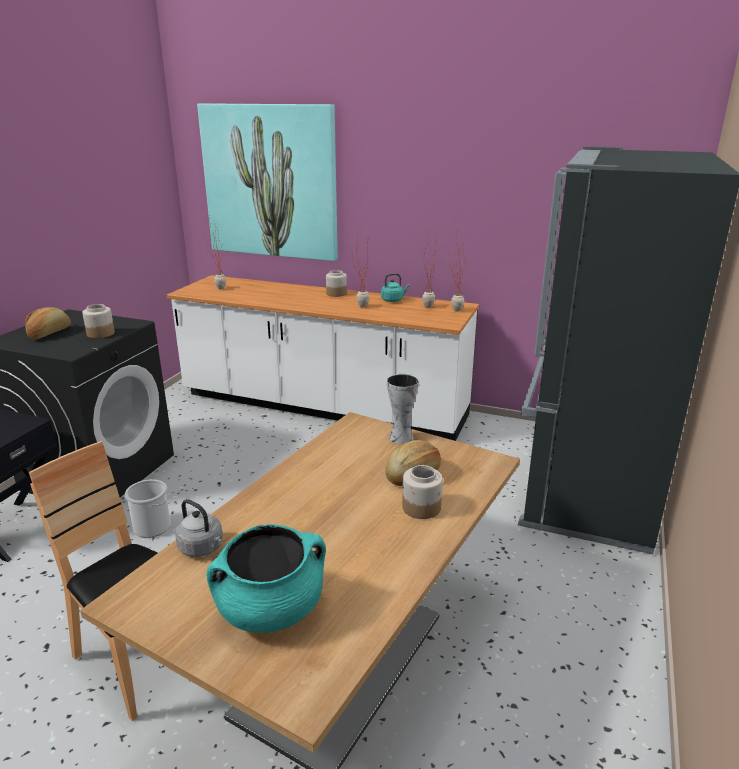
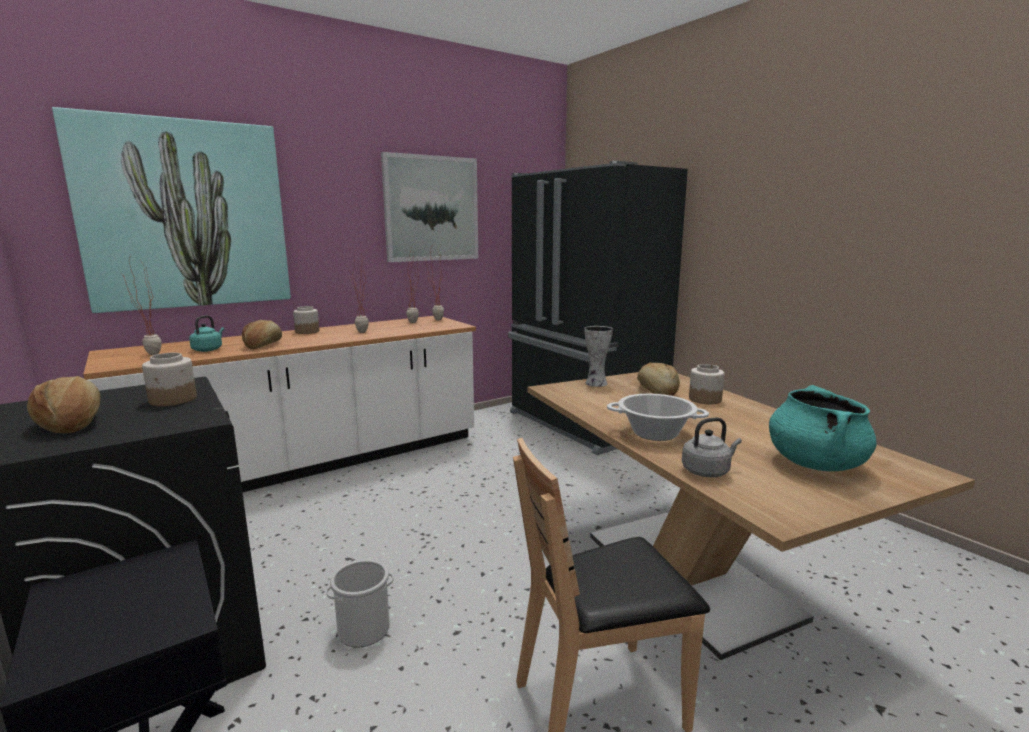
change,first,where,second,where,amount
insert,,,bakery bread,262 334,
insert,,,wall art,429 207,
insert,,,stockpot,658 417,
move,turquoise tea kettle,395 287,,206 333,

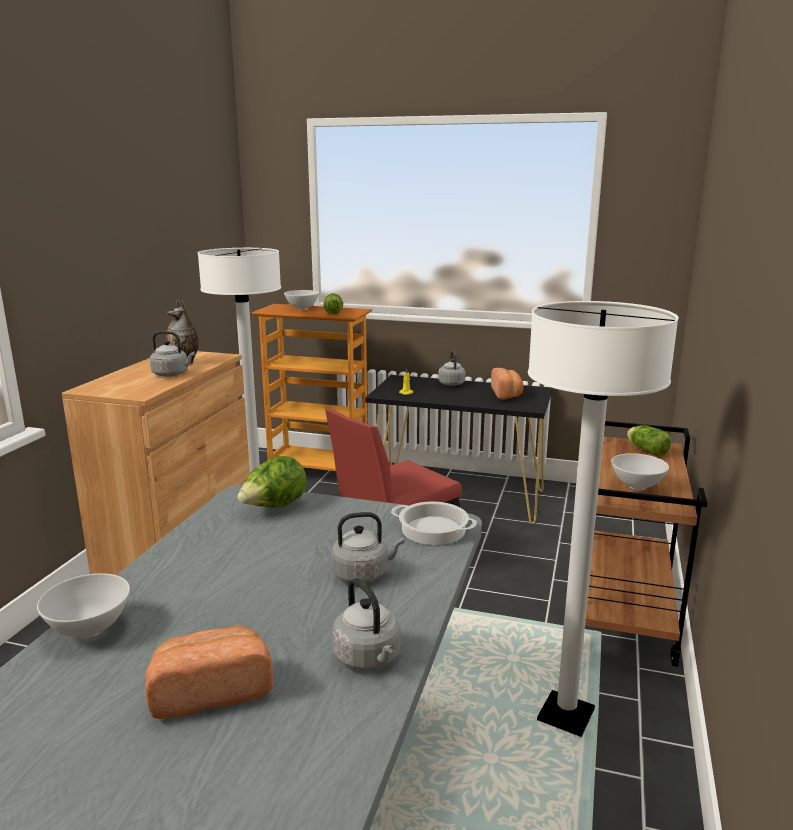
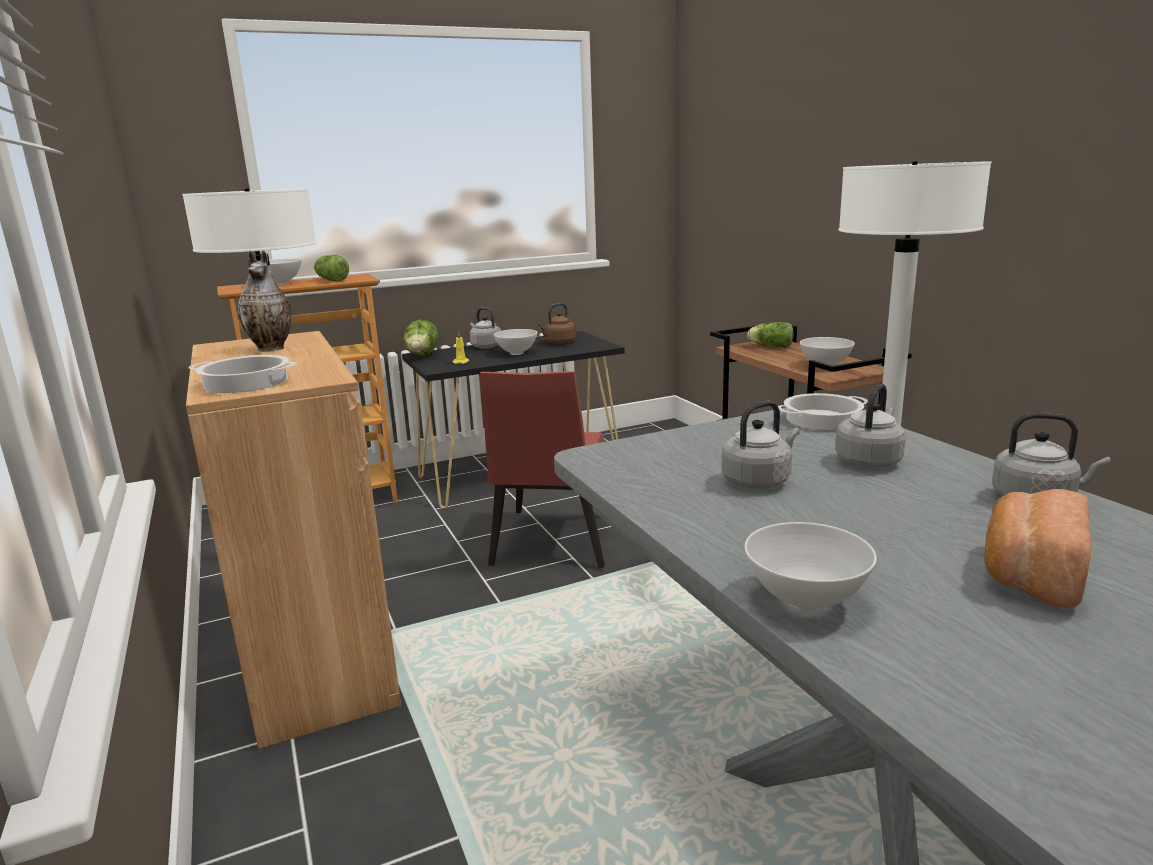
change,first,where,second,where,amount
insert,,,stockpot,242 374,
insert,,,white deep dish,516 342,
move,greyish tea kettle,172 354,,761 445,
move,lettuce,272 481,,420 337,
replace,bakery bread,507 383,brown tea kettle,557 323,

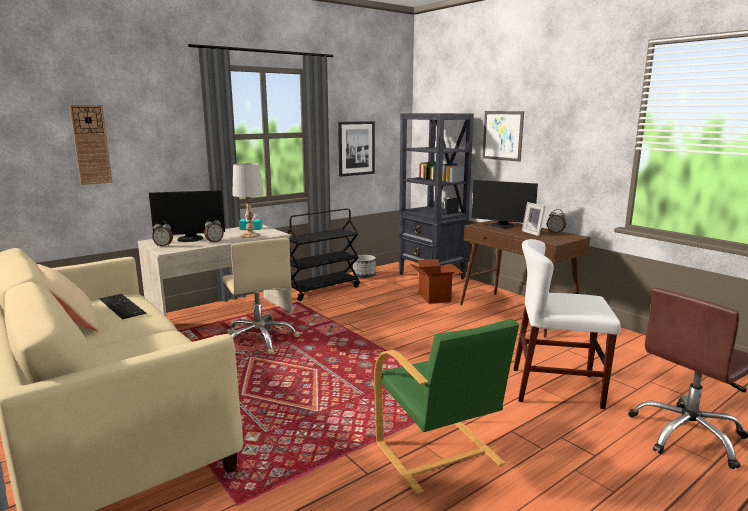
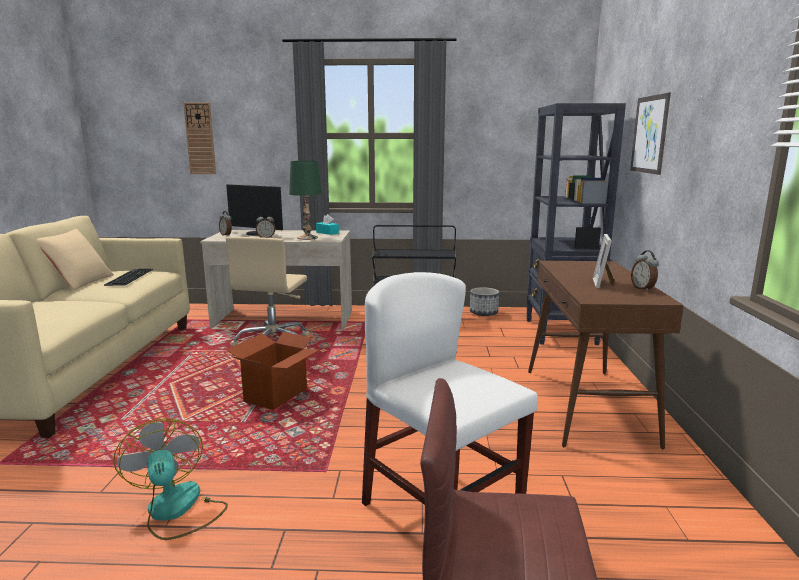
change,first,where,second,where,amount
delete,wall art,356 149,,,
delete,computer screen,505 204,,,
move,cardboard box,436 281,,273 371,
replace,green easy chair,446 406,fan,170 479,
recolor,white lamp for a table,247 200,green lamp for a table,305 200,

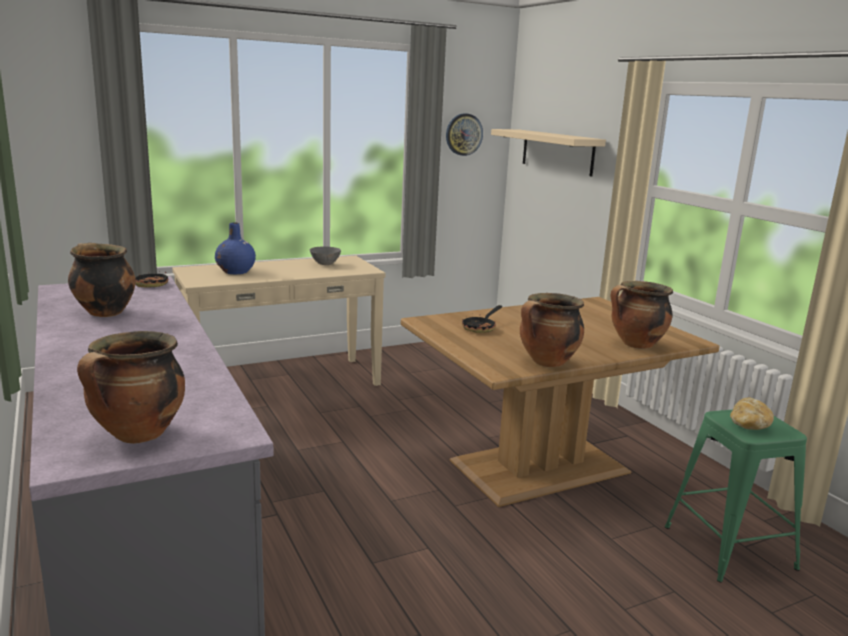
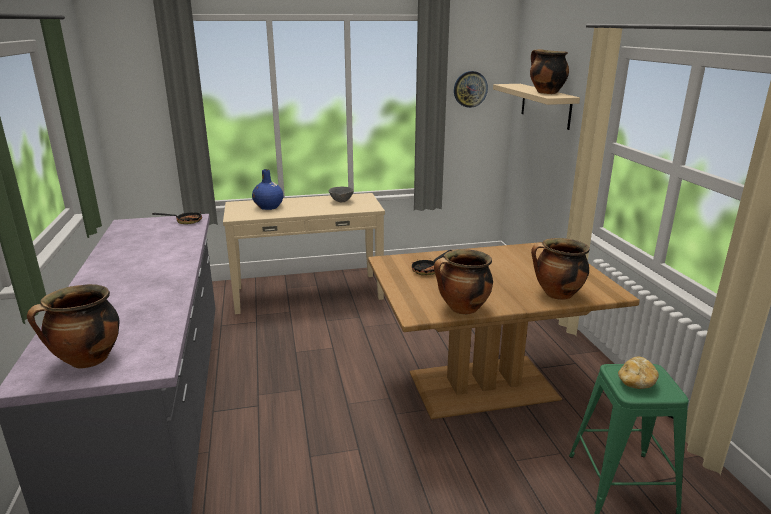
change,first,where,second,where,amount
move,stockpot,102 280,,549 71,

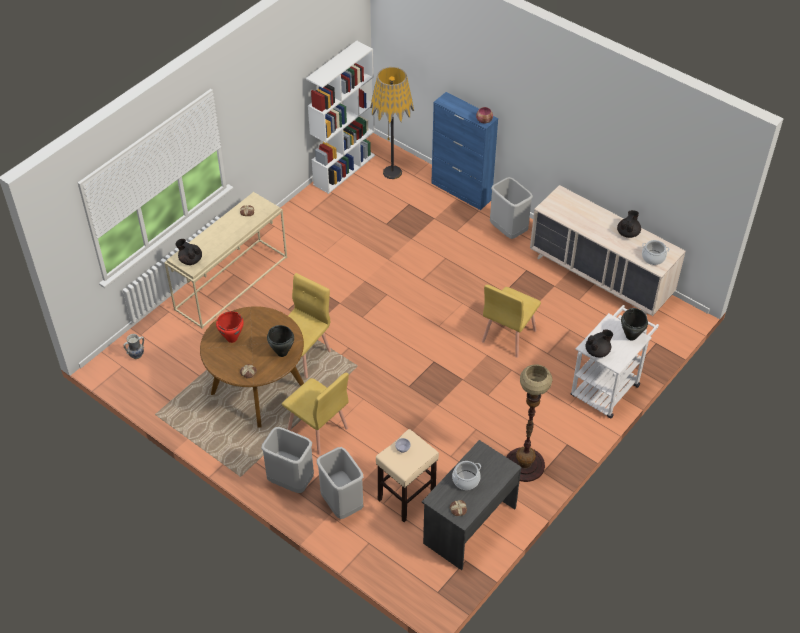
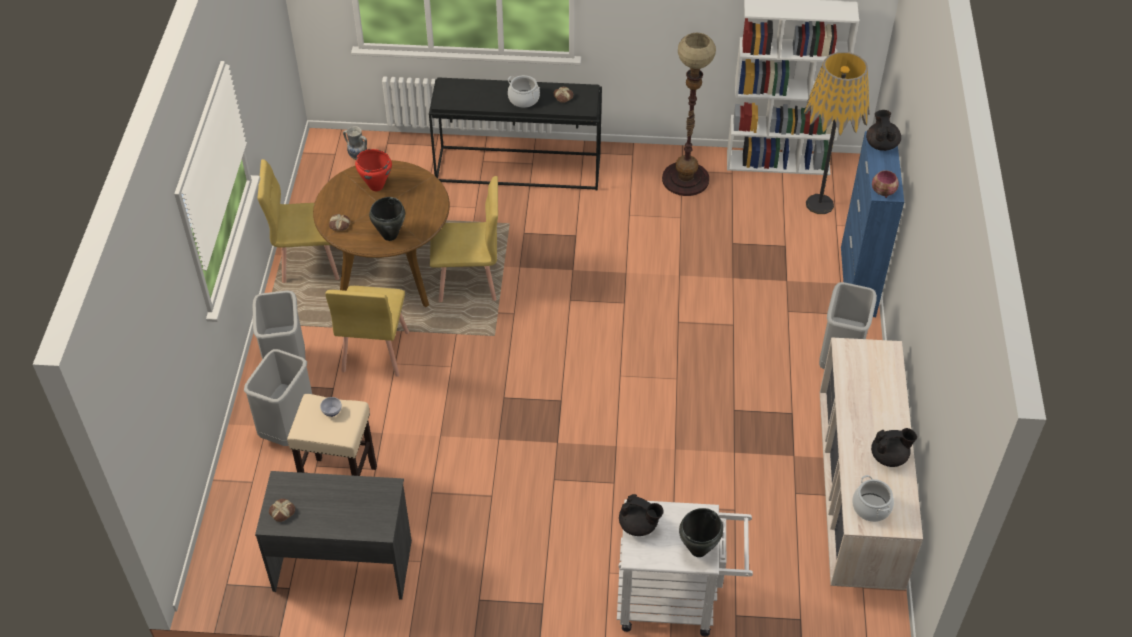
change,first,where,second,where,amount
move,black-coloured pot for tea,188 252,,883 130,
move,stockpot,466 475,,524 91,
move,yellow chair,511 321,,299 221,
move,floor lamp,529 423,,689 114,
recolor,beige-coloured narrow table,225 260,black-coloured narrow table,515 134,

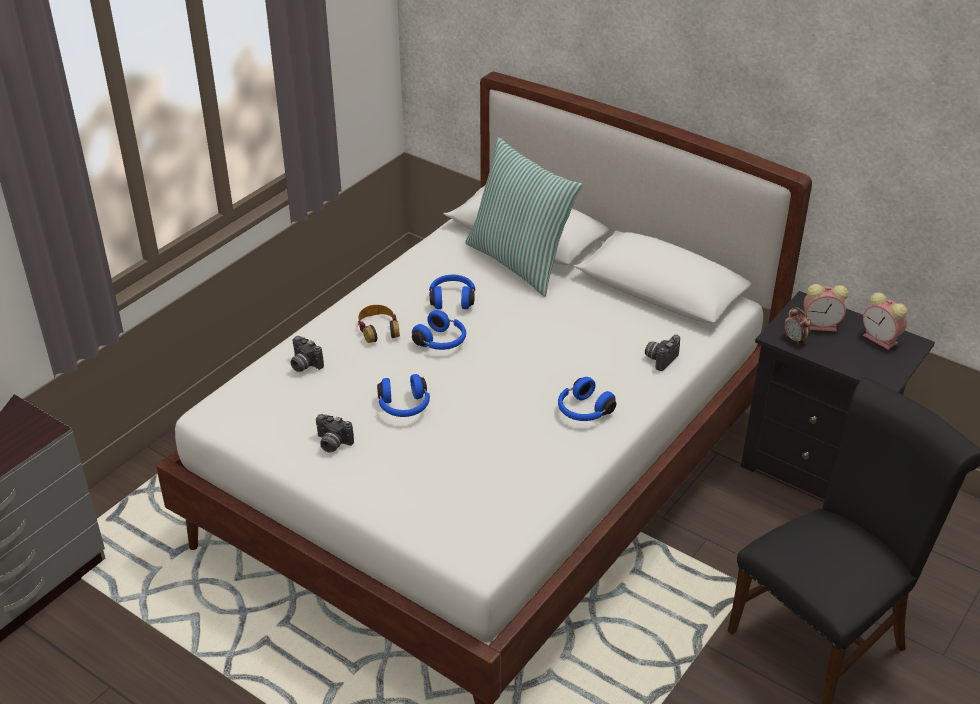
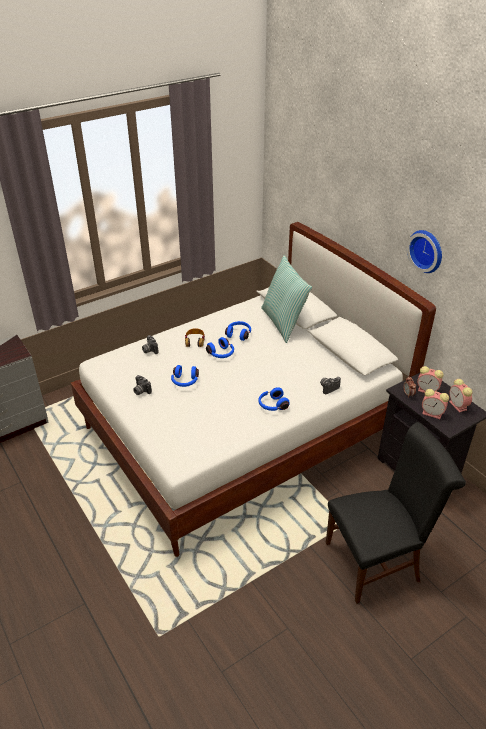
change,first,where,second,where,amount
insert,,,clock on the wall,424 251,
insert,,,bedside clock,435 404,

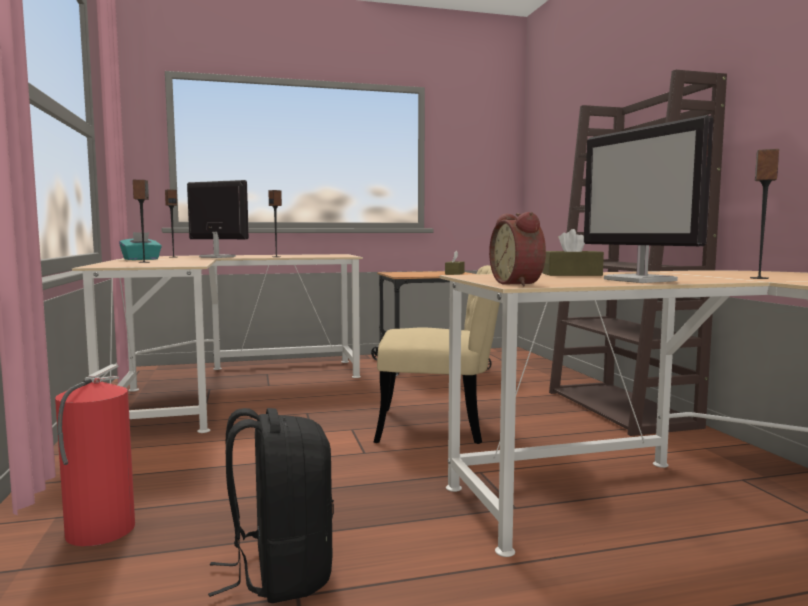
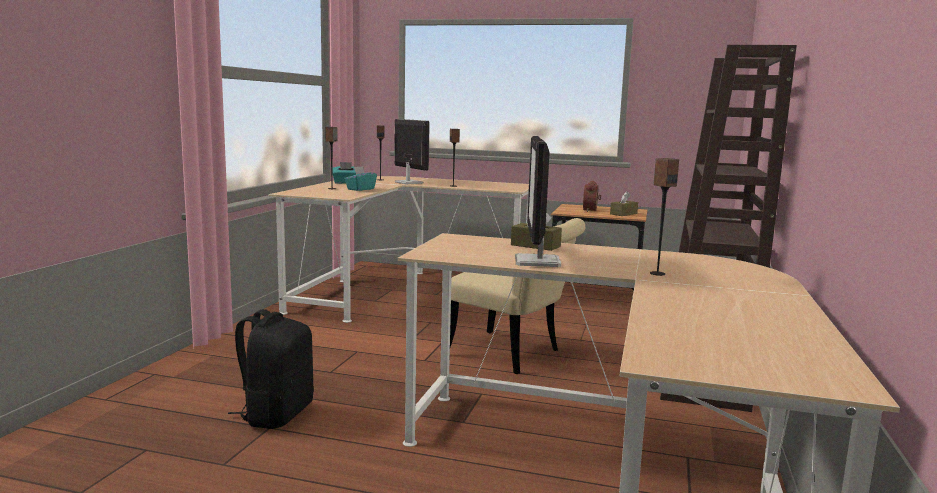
change,first,where,second,where,amount
delete,fire-fighting cylinder,95 455,,,
insert,,,turquoise box of tissues,360 178,
move,bedside clock,517 249,,592 196,

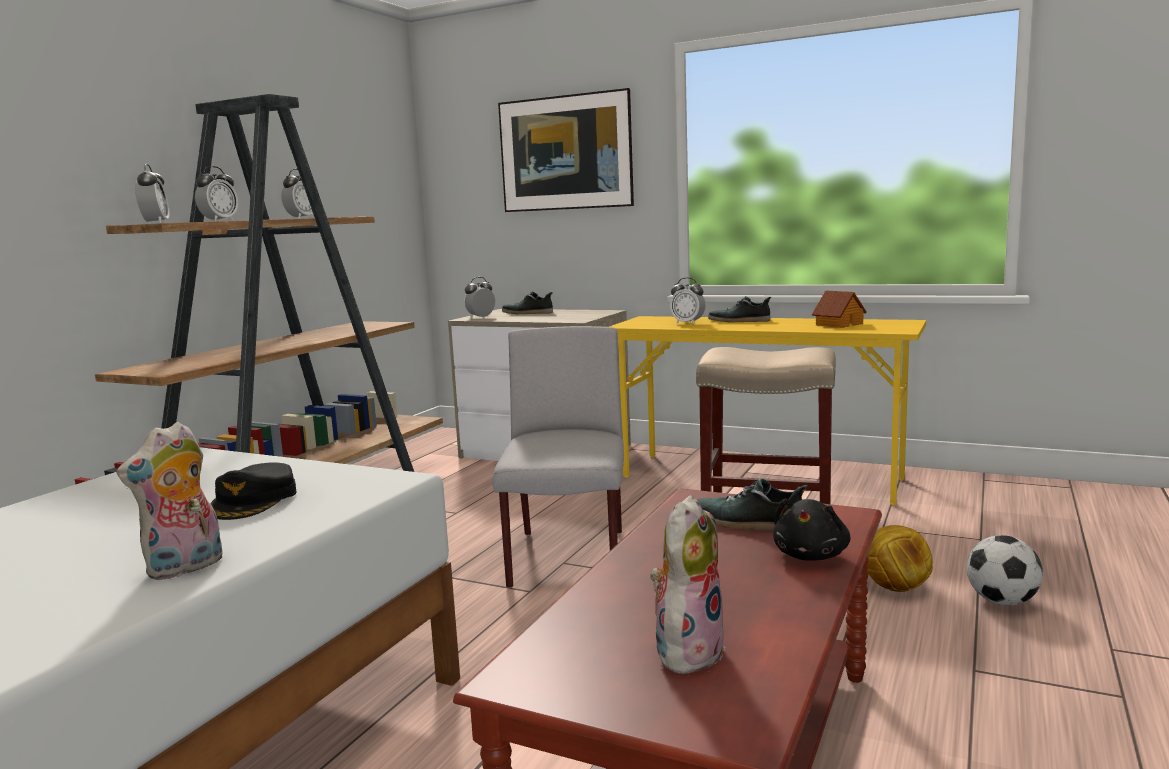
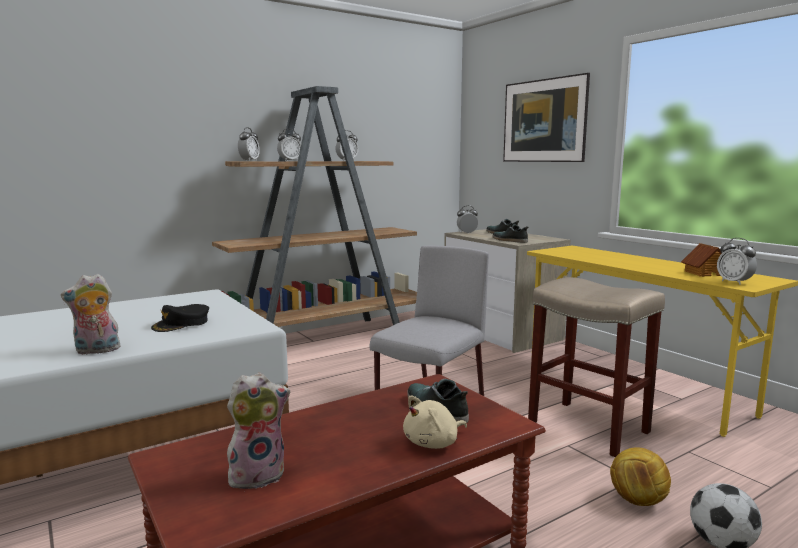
change,first,where,second,where,amount
move,bedside clock,688 300,,737 261,
move,item of footwear,739 309,,511 233,
recolor,black-coloured cuddly toy,812 530,beige-coloured cuddly toy,435 422,

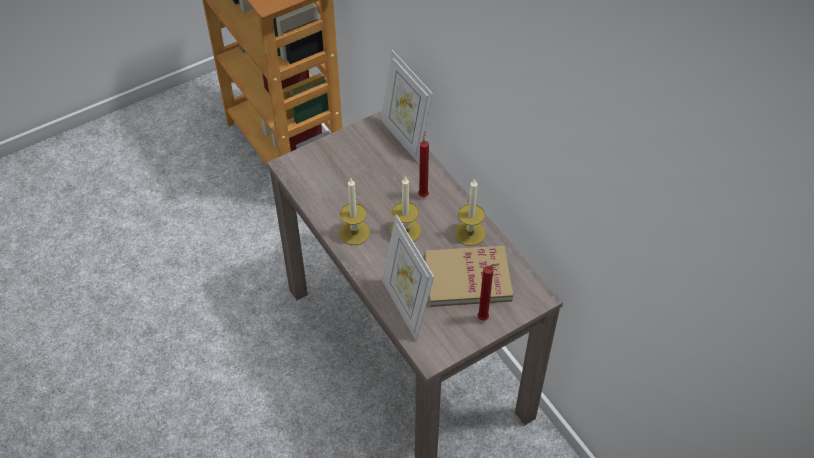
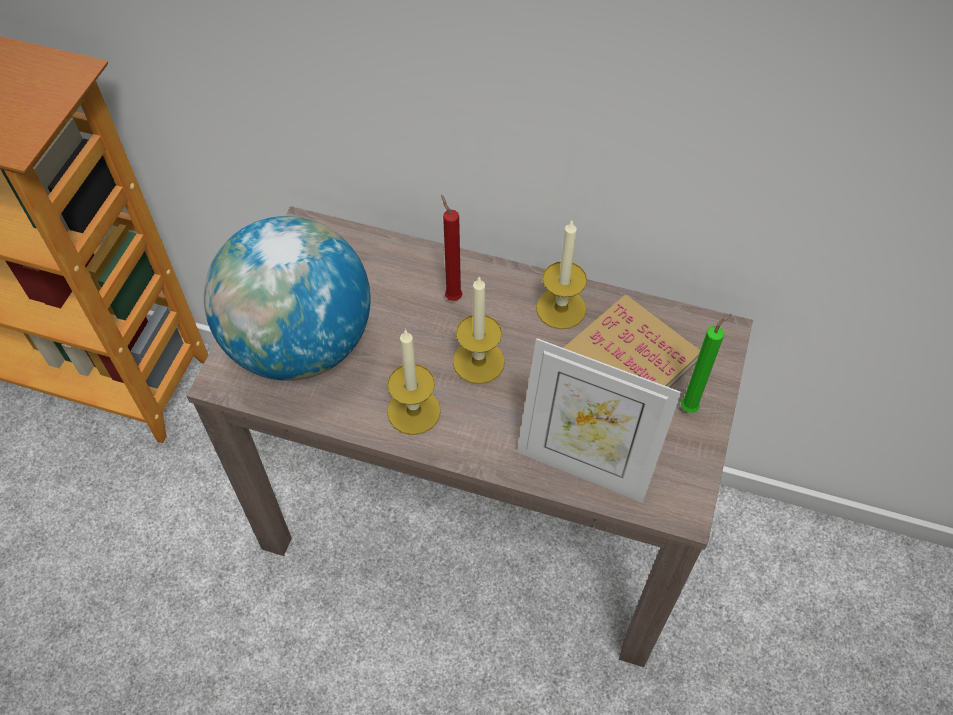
change,first,where,second,where,amount
delete,standing frame,407 106,,,
insert,,,globe,287 298,
recolor,reddish wax light,488 292,green wax light,706 363,

